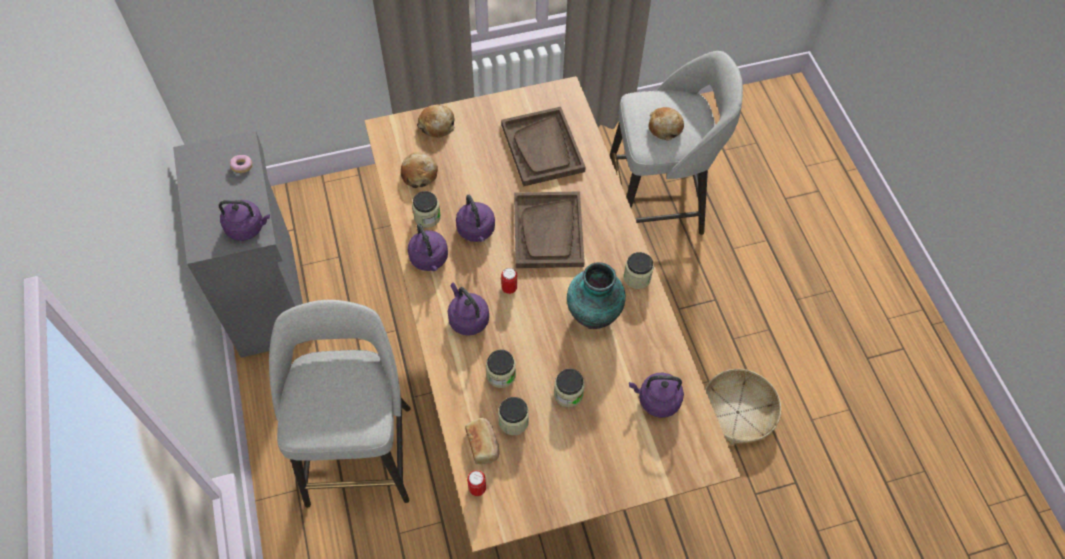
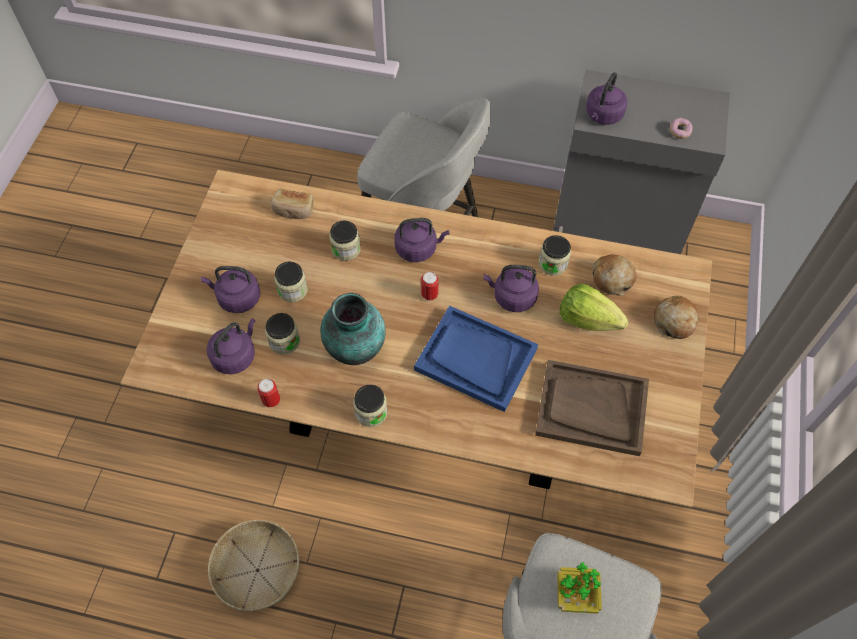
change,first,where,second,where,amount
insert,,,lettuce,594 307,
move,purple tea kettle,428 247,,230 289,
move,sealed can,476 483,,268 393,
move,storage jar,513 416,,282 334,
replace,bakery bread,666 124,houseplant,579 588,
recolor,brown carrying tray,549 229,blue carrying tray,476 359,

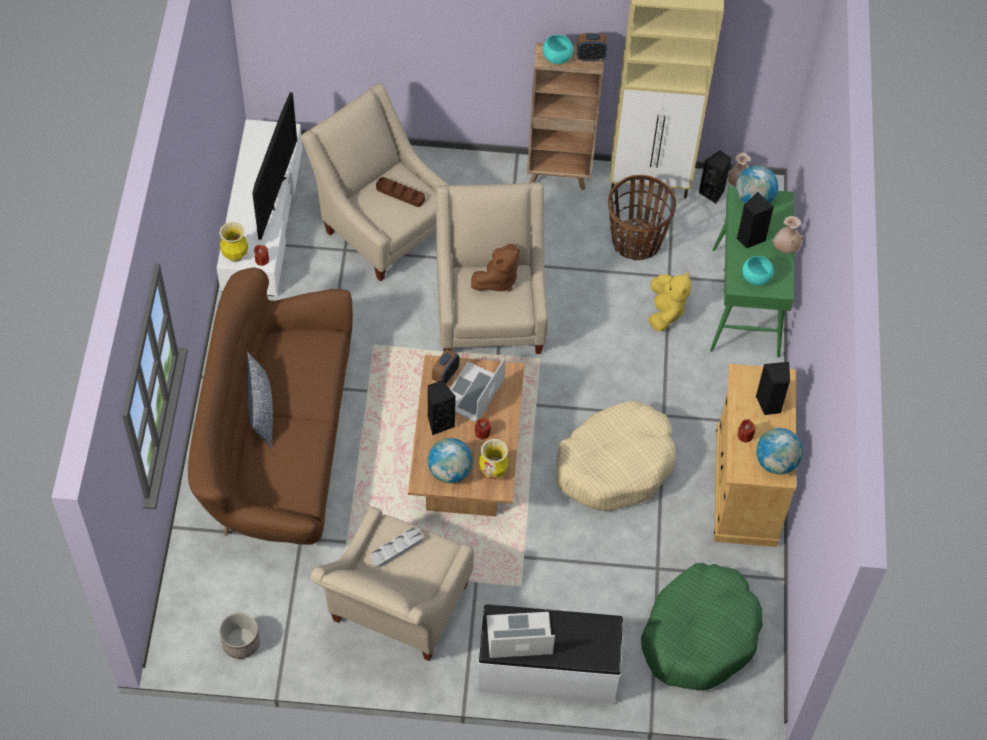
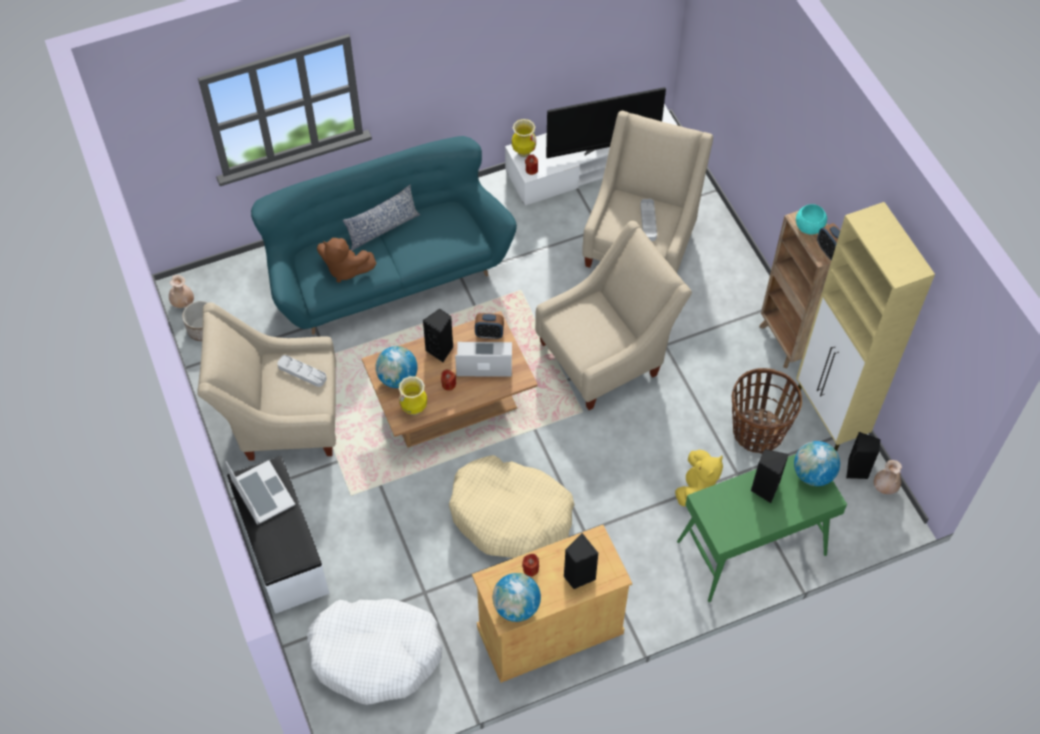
change,first,where,second,where,amount
delete,turquoise deep dish,758 271,,,
move,brown cuddly toy,495 268,,347 260,
move,beige-coloured flower vase,788 234,,181 291,
recolor,brown settee,270 406,turquoise settee,384 235,
recolor,brown carrying tray,400 192,greyish carrying tray,648 220,
recolor,green dog cushion,702 627,white dog cushion,375 652,
rotate,yellow cuddly toy,669 301,,699 478,45 degrees counterclockwise

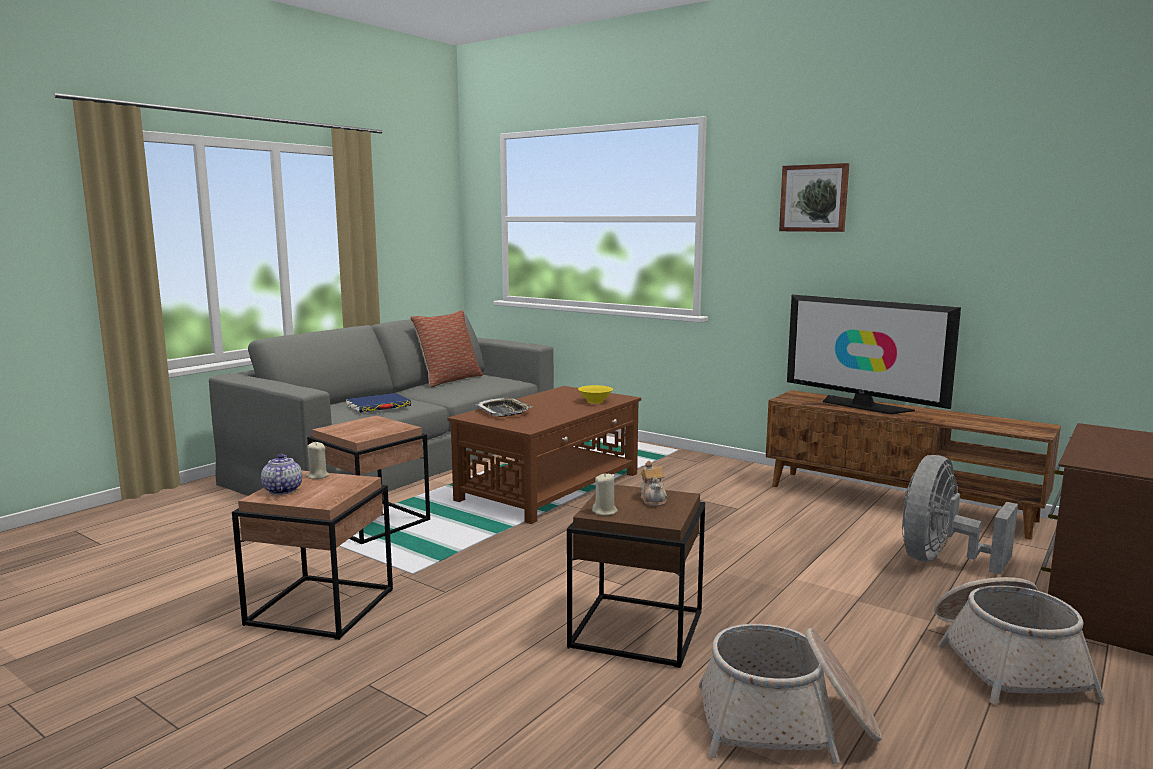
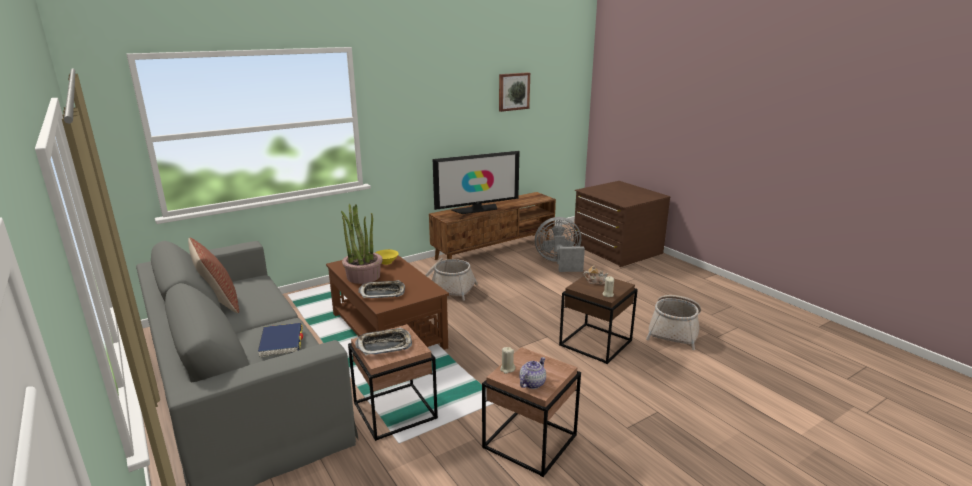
change,first,where,second,where,amount
insert,,,houseplant,362 244,
insert,,,carrying tray,383 341,
move,wall art,814 197,,514 92,
move,storage basket,1019 641,,451 279,
rotate,pot for tea,281 474,,532 373,120 degrees clockwise
rotate,greyish fan,960 515,,560 244,120 degrees clockwise

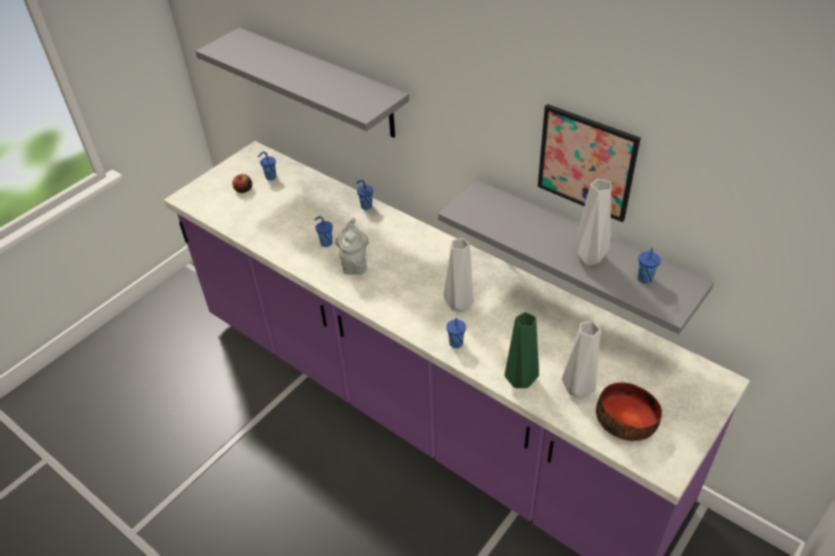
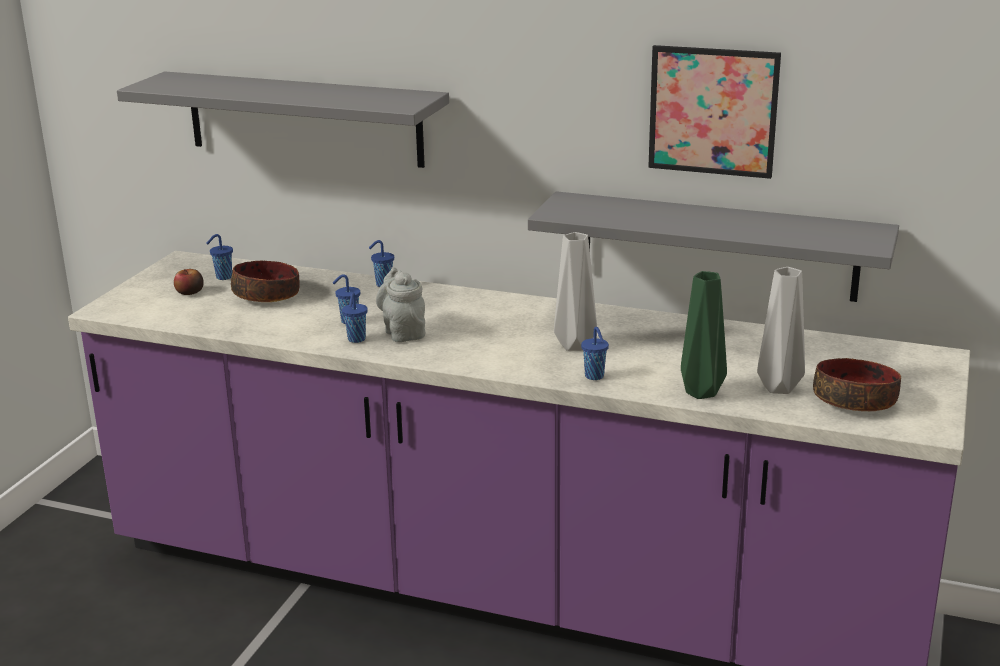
change,first,where,second,where,amount
delete,greyish flower vase,593 222,,,
insert,,,deep dish,265 281,
move,blue cup,649 266,,355 317,

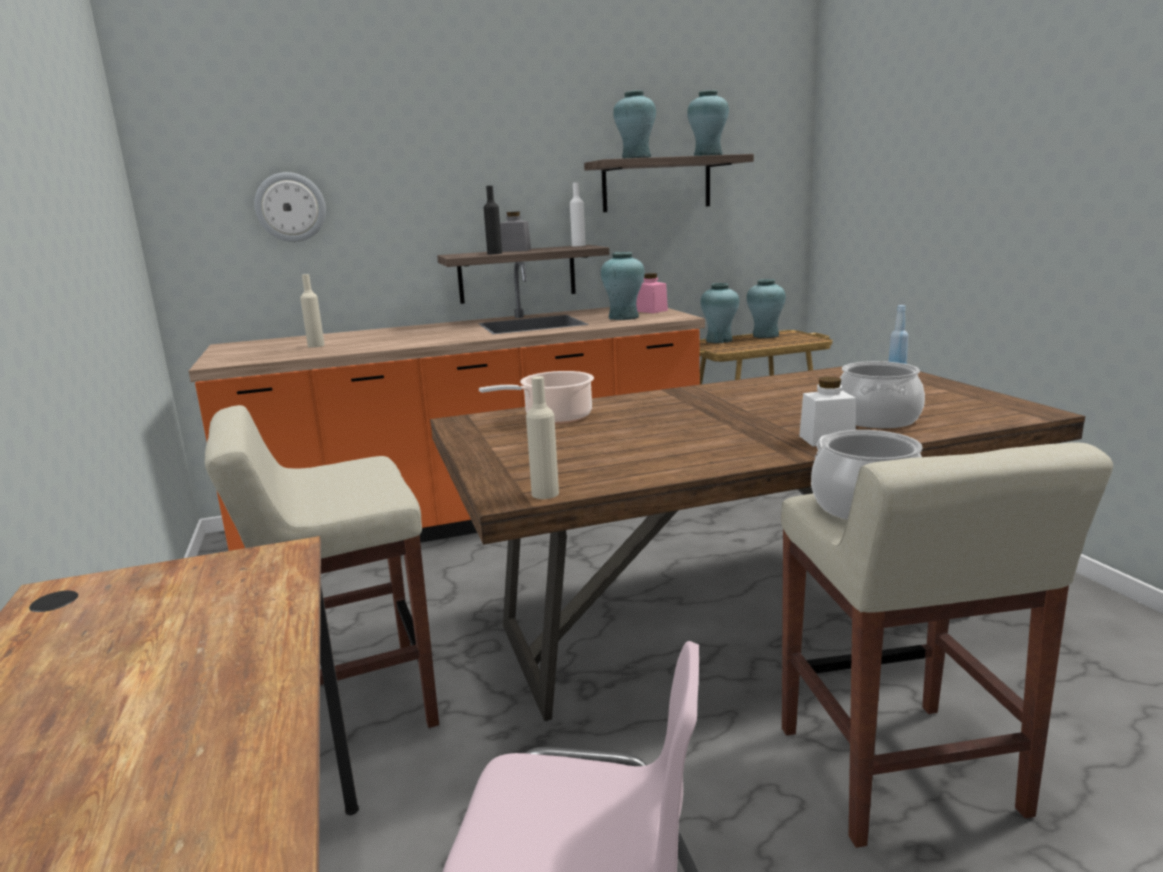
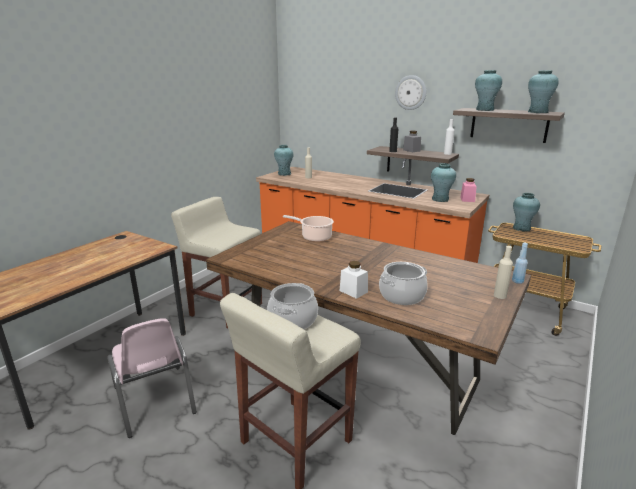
change,first,where,second,where,amount
move,clock on the wall,290 207,,411 92,
move,beige-coloured drink bottle,542 437,,503 272,
move,turquoise flower vase,766 308,,283 160,

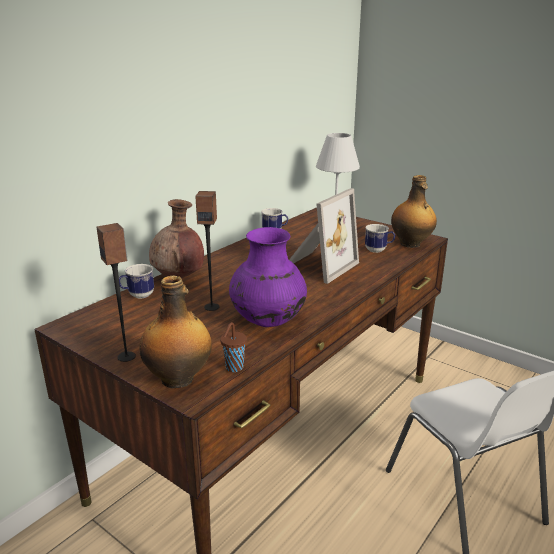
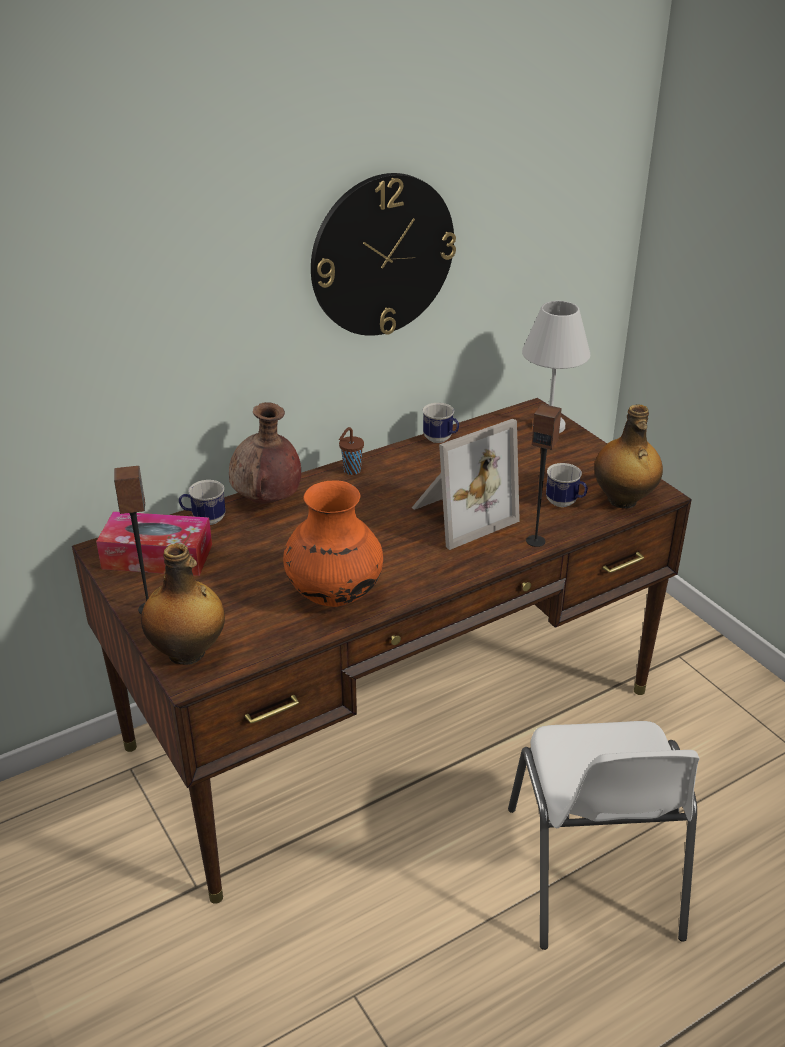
change,first,where,second,where,amount
insert,,,box of tissues,154 543,
insert,,,clock on the wall,383 254,
move,audio speaker,207 251,,544 475,
move,brown cup,233 347,,351 451,
recolor,purple flower vase,268 277,orangey flower vase,333 543,

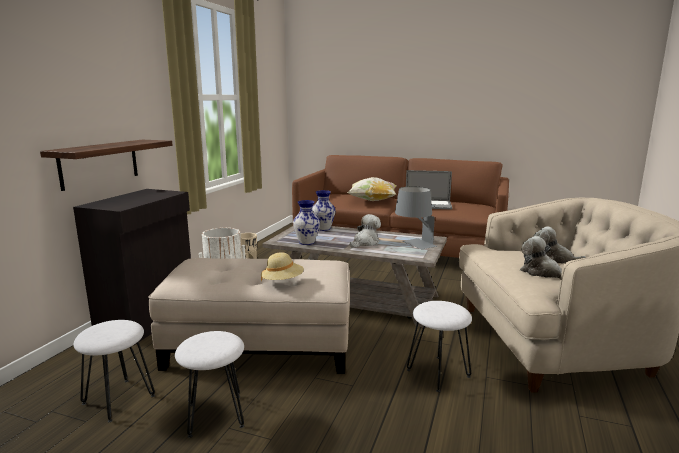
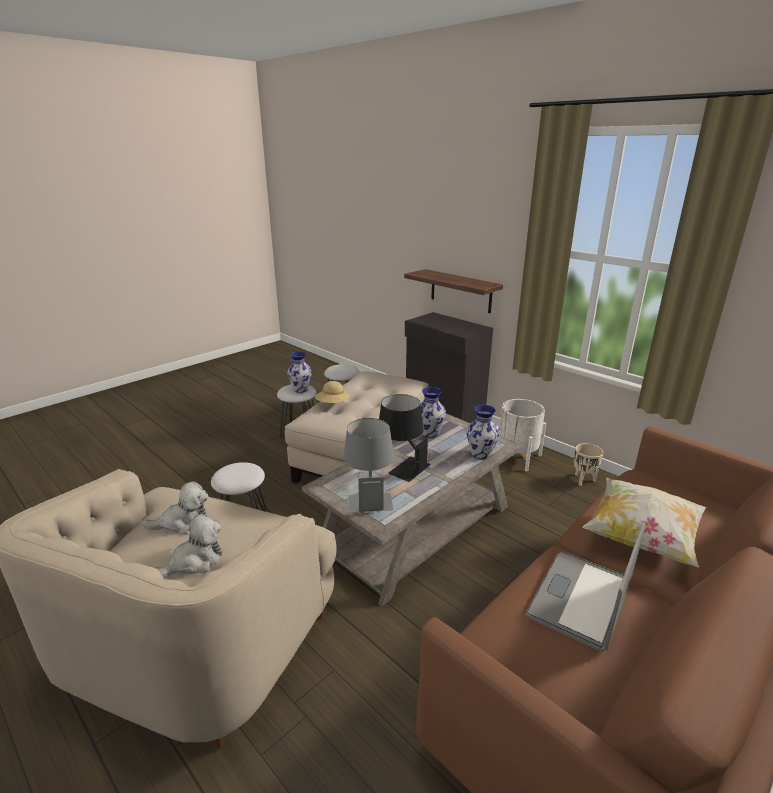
change,first,where,second,where,amount
insert,,,flower vase,299 372,
replace,cuddly toy,365 231,black-coloured lamp for a table,405 438,

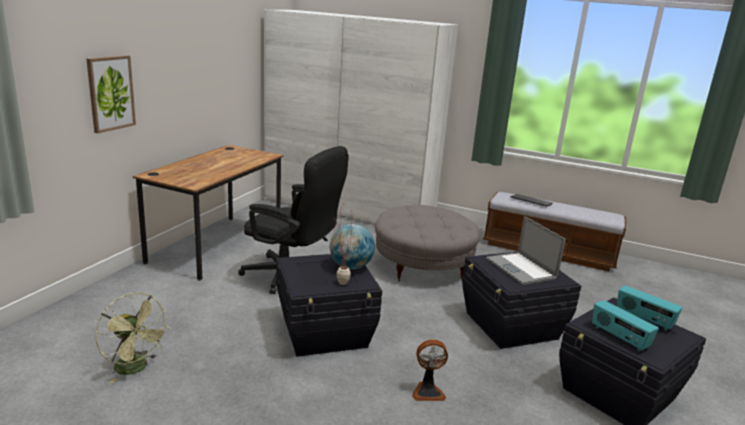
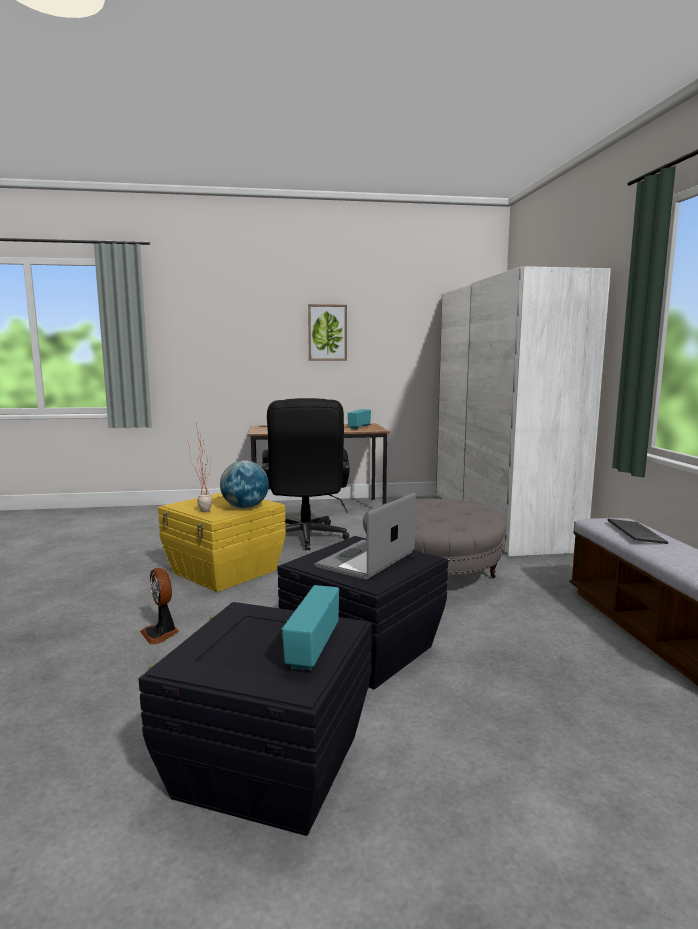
change,first,where,second,where,amount
delete,green fan,132 338,,,
move,wall art,111 94,,327 332,
move,radio,625 326,,359 419,
recolor,black-coloured storage box,329 305,yellow storage box,222 542,

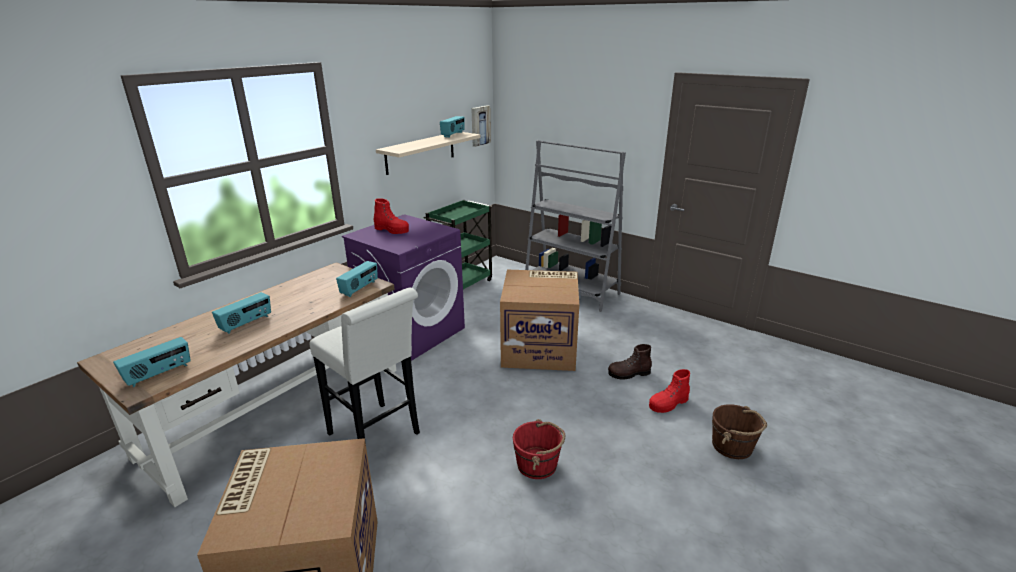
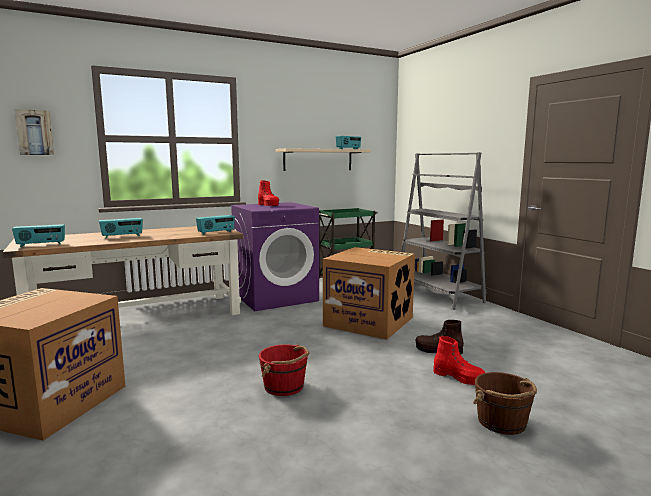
change,first,where,second,where,amount
delete,white stool seat,365 365,,,
move,wall art,481 126,,34 132,
rotate,reddish tall boot,669 391,,459 360,135 degrees counterclockwise

